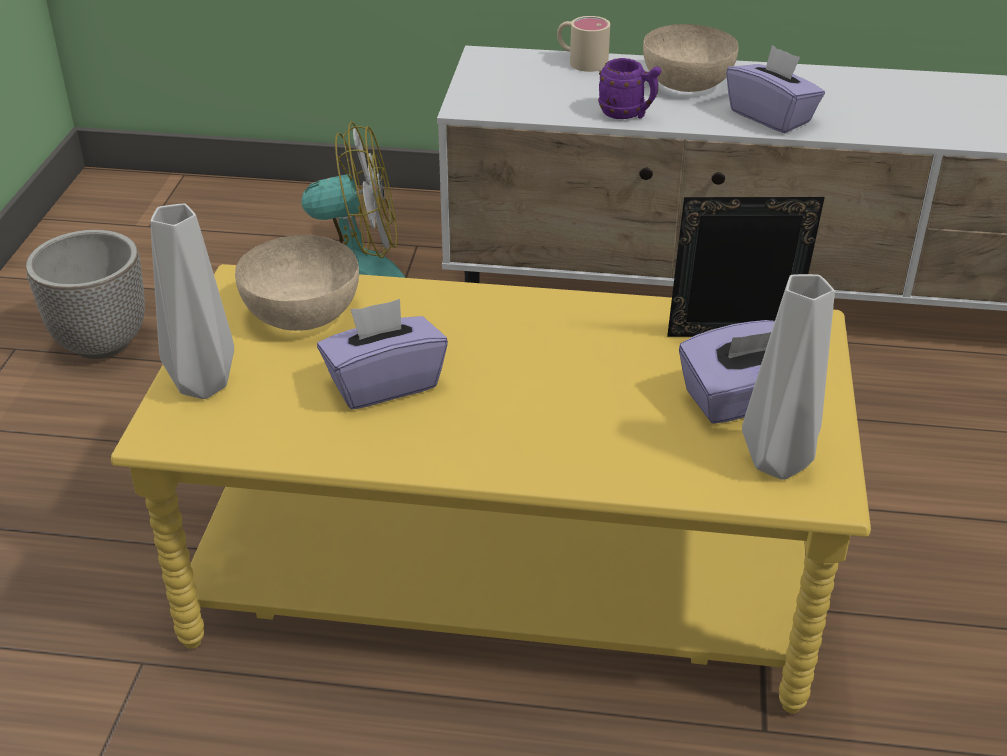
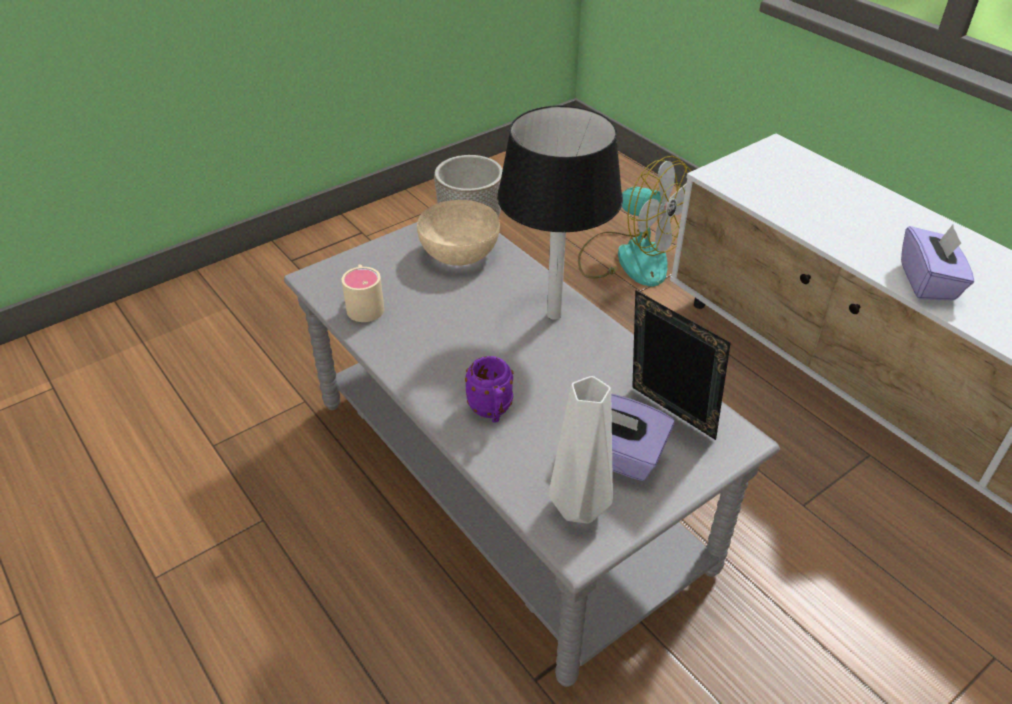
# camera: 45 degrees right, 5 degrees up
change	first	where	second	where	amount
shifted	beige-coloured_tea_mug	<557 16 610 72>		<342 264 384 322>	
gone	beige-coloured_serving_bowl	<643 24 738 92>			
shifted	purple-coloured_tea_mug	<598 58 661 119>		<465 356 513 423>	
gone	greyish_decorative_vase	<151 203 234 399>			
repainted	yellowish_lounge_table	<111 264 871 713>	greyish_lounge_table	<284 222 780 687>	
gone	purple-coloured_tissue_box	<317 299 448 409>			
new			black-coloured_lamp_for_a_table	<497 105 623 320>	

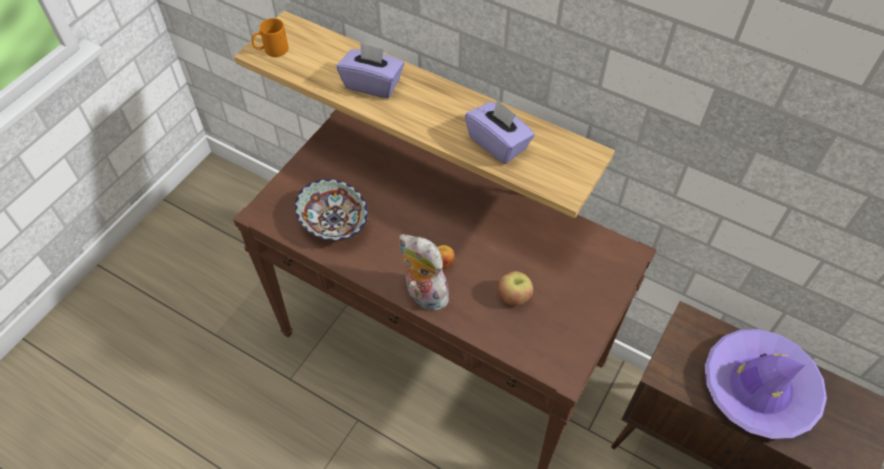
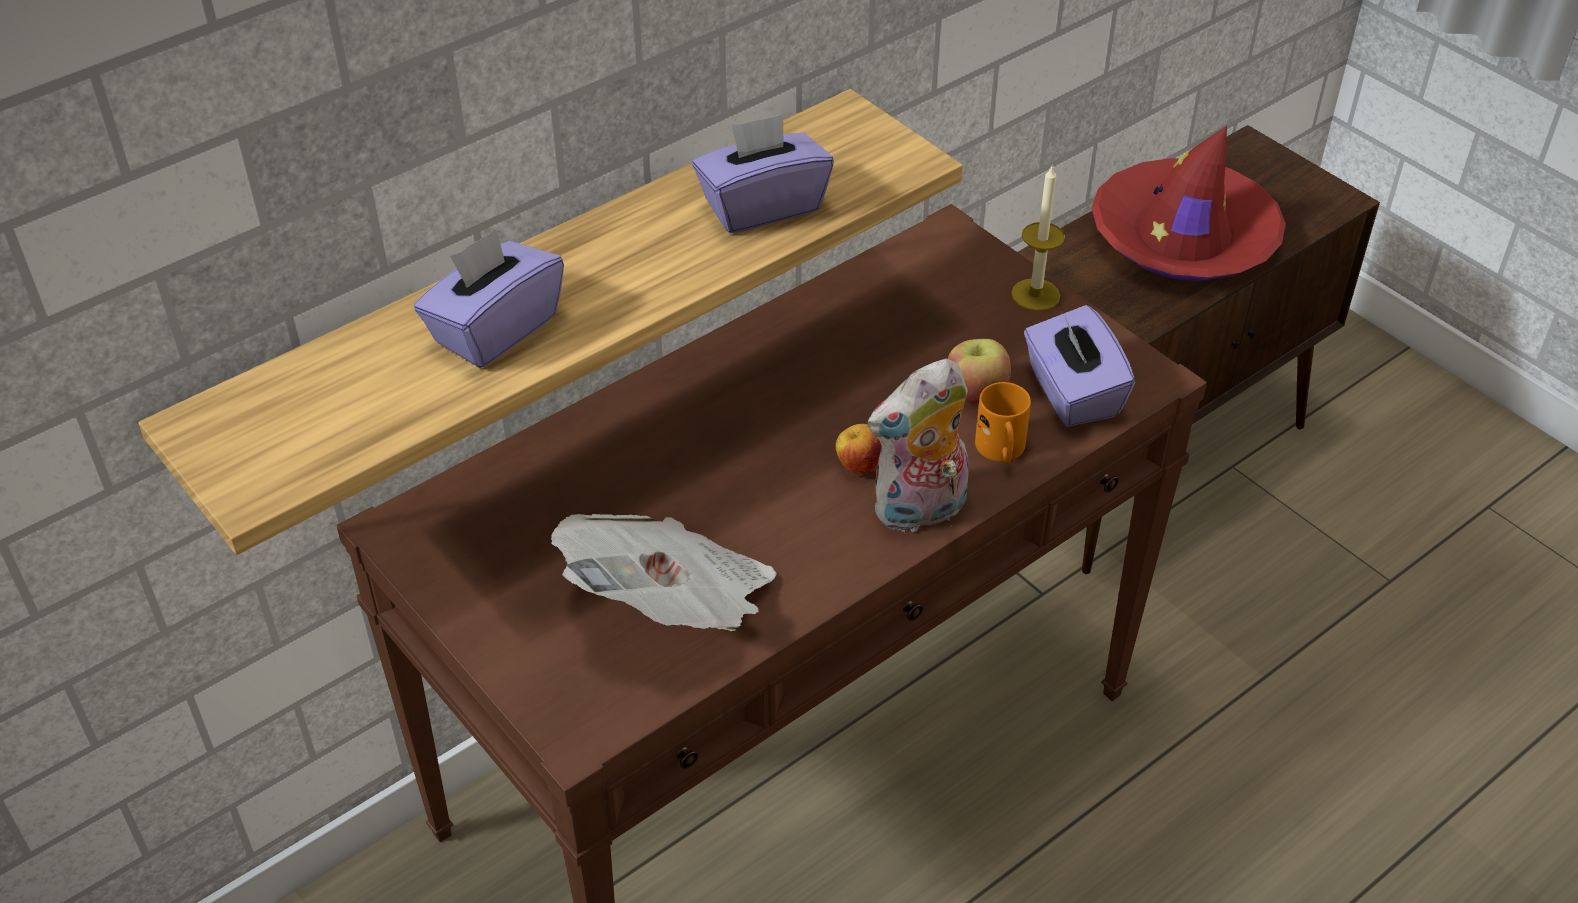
# camera: 70 degrees left, 10 degrees down
change	first	where	second	where	amount
shifted	orange-coloured_tea_mug	<251 18 289 57>		<975 382 1031 463>	
swapped	serving_bowl	<295 179 368 241>	printed_paper	<551 514 777 631>	
repainted	purple-coloured_wearable_hat	<705 329 827 439>	reddish_wearable_hat	<1092 126 1286 281>	
new			wax_candle	<1011 164 1065 311>	
new			purple-coloured_tissue_box	<1024 305 1135 427>	

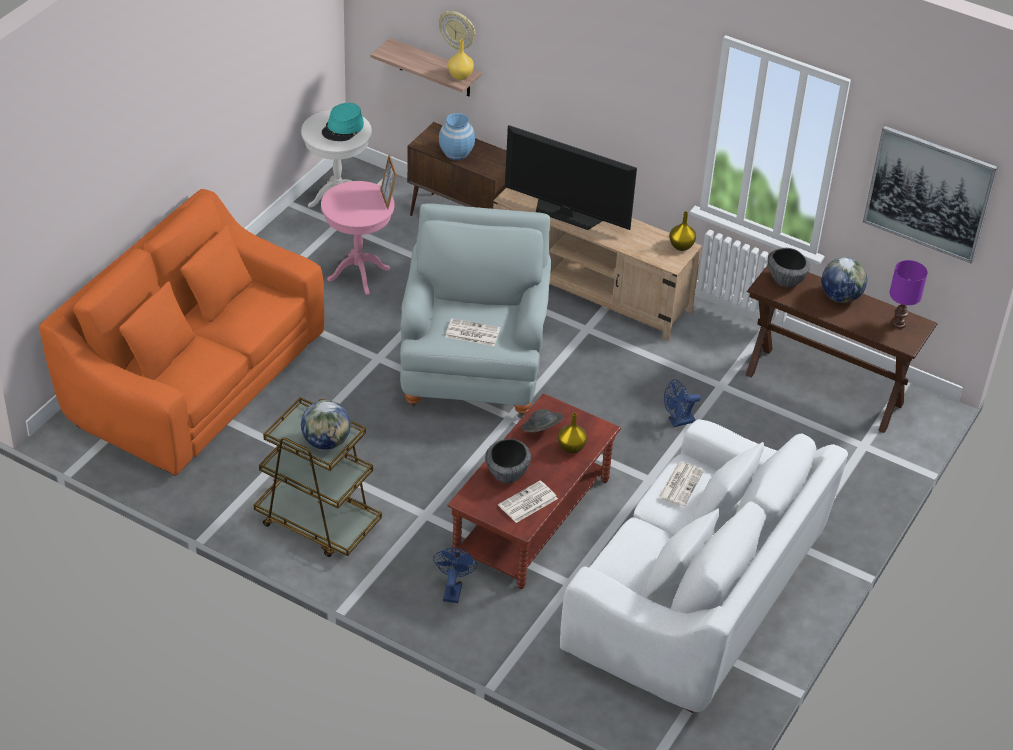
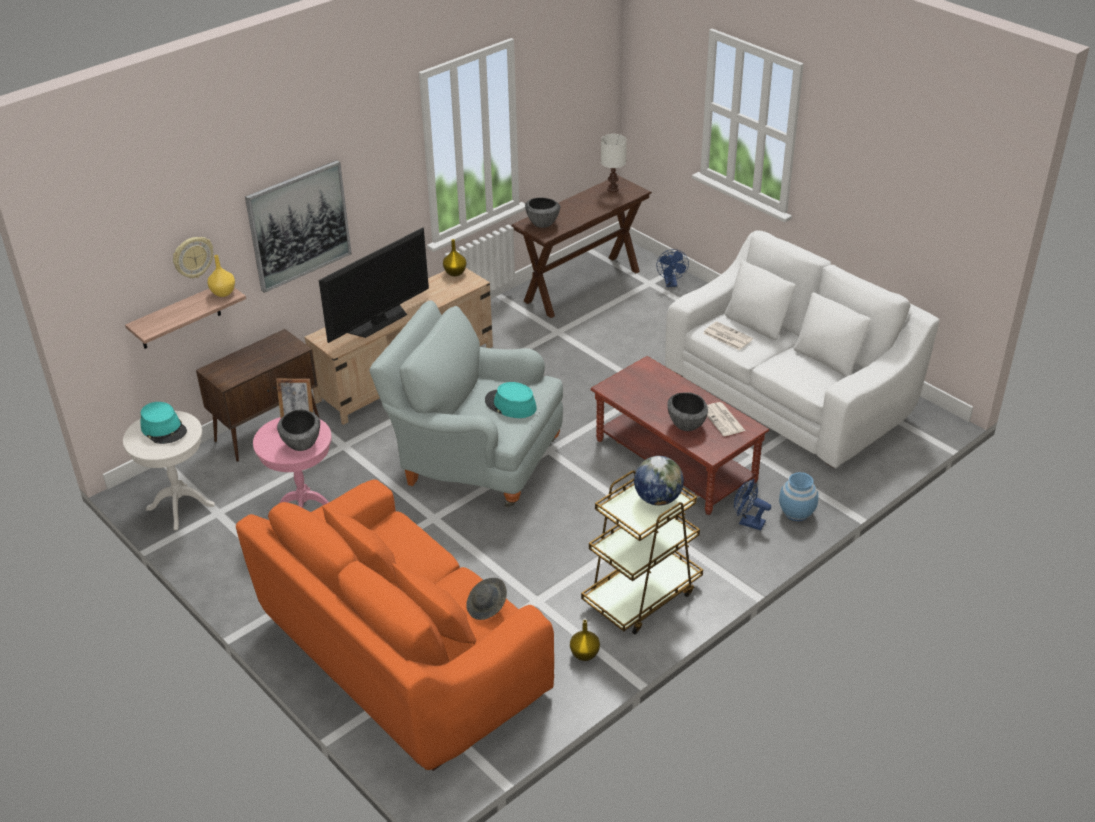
# camera: 70 degrees left, 5 degrees down
change	first	where	second	where	amount
shifted	blue-coloured_decorative_vase	<439 113 475 160>		<779 472 819 521>	
shifted	wall_art	<863 126 998 263>		<245 160 352 293>	
gone	desk_globe	<822 257 867 303>			
repainted	purple-coloured_lamp_for_a_table	<889 260 928 329>	white_lamp_for_a_table	<601 134 627 192>	
swapped	printed_paper	<446 318 500 346>	blue-green_wearable_hat	<485 382 537 418>	
shifted	blue-coloured_cooling_fan	<664 379 701 427>		<656 249 689 287>	
shifted	greyish_wearable_hat	<522 409 563 432>		<466 578 507 620>	
shifted	yellowish_decorative_vase	<558 413 587 454>		<570 620 600 661>	
new			serving_bowl	<277 410 320 451>	

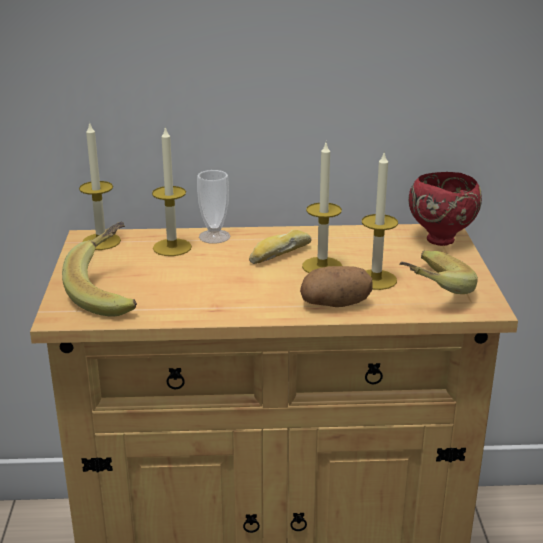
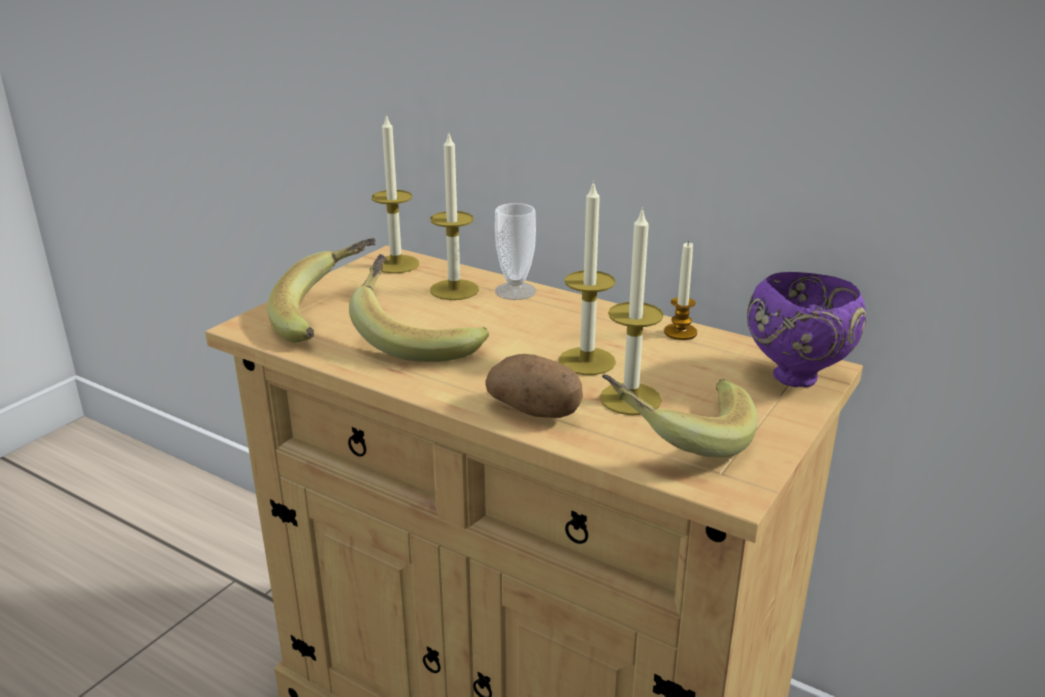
# camera: 35 degrees right, 0 degrees up
change	first	where	second	where	amount
repainted	reddish_serving_bowl	<408 172 482 246>	purple-coloured_serving_bowl	<747 272 866 387>	
gone	bakery_bread	<249 230 311 264>			
new			wax_candle	<664 241 697 340>	
new			banana	<349 254 489 362>	

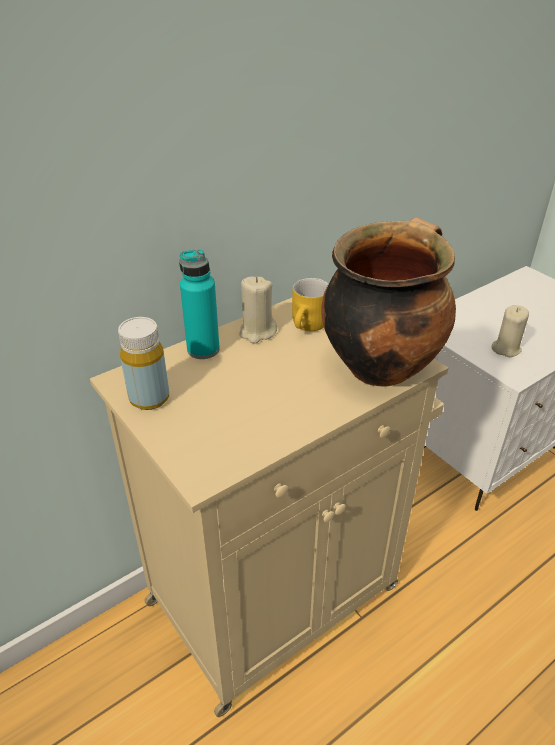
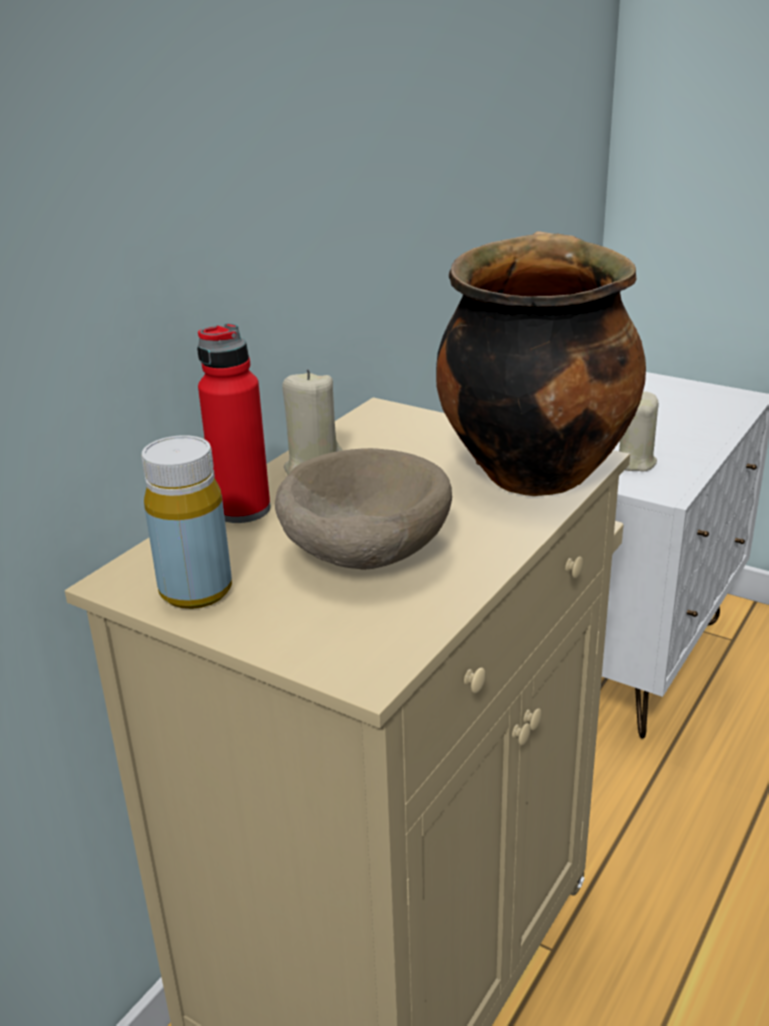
# camera: 20 degrees left, 10 degrees down
change	first	where	second	where	amount
repainted	blue-green_beverage_bottle	<179 249 220 359>	reddish_beverage_bottle	<197 323 271 523>	
gone	yellowish_tea_mug	<292 278 329 331>			
new			beige-coloured_serving_bowl	<275 448 452 570>	

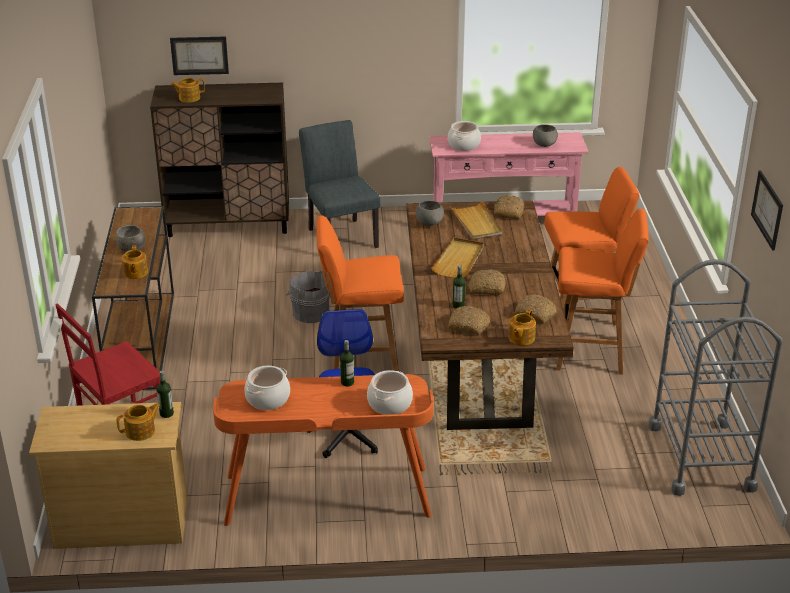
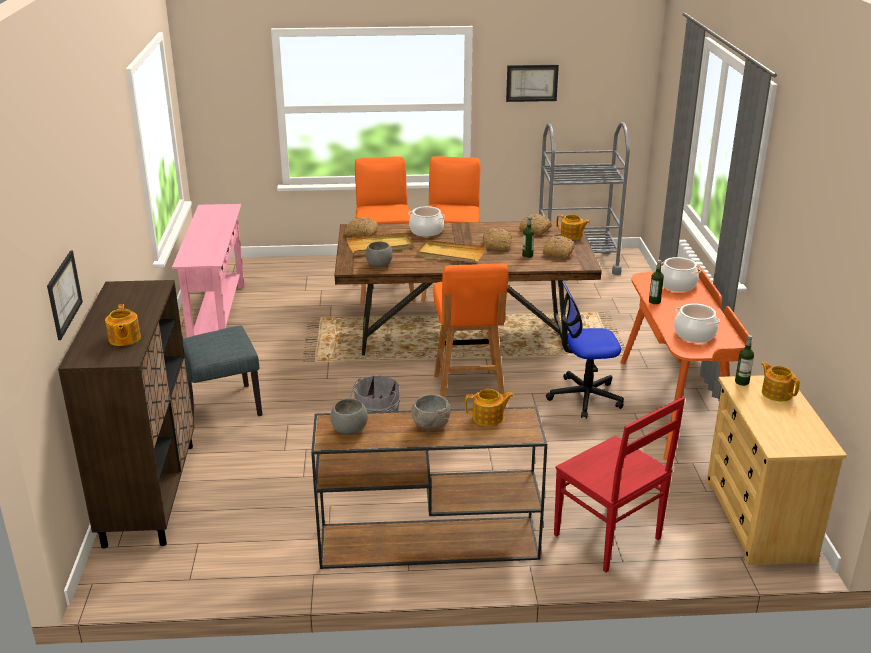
# camera: 90 degrees left, 5 degrees down
change	first	where	second	where	amount
shifted	saucepot	<448 121 481 151>		<408 206 445 237>	
shifted	greyish_serving_bowl	<533 124 558 147>		<330 398 368 435>	

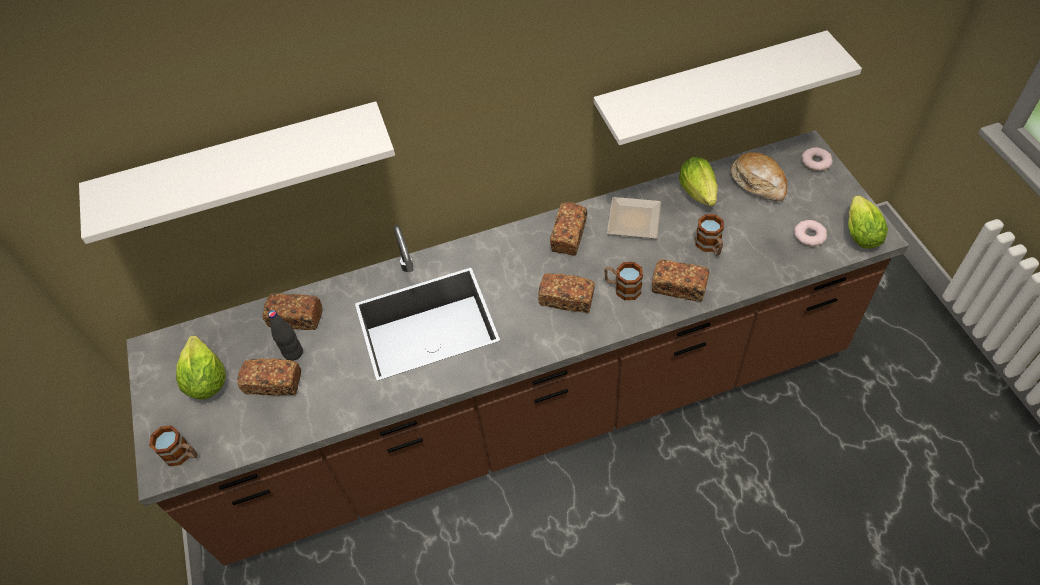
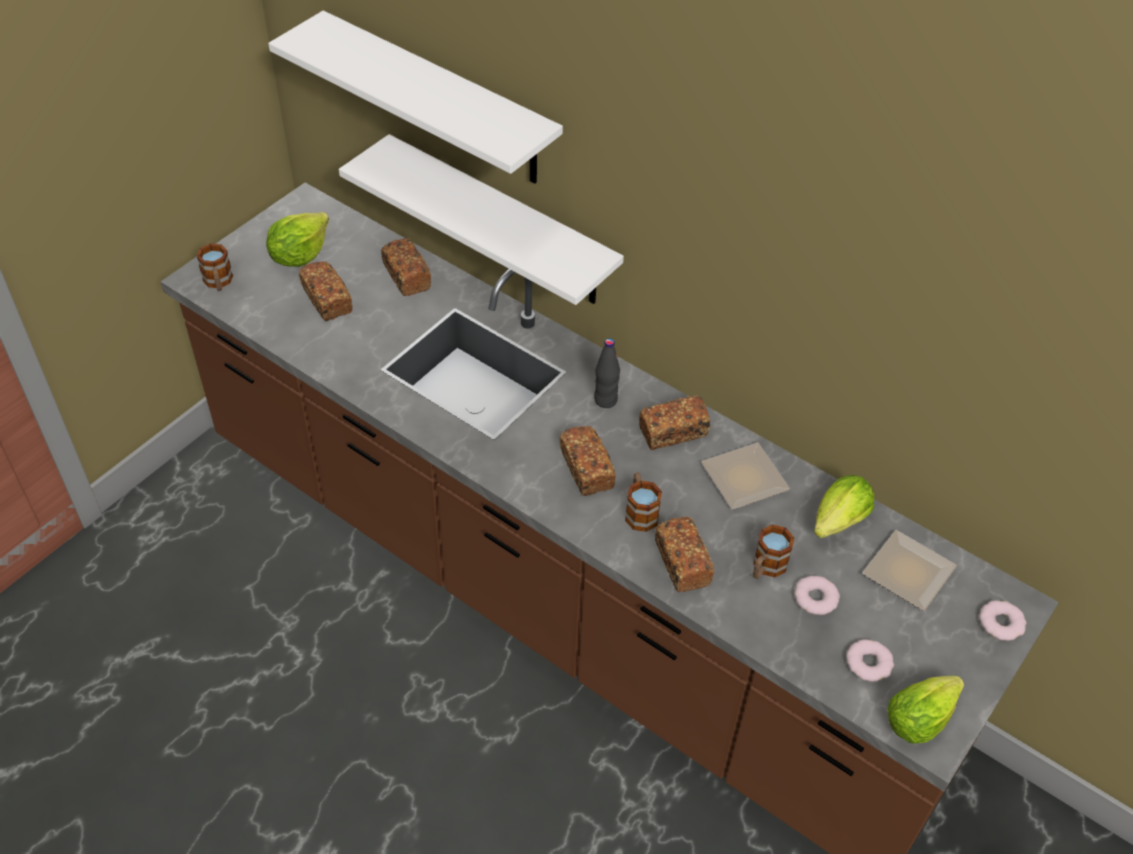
# camera: 50 degrees right, 5 degrees down
change	first	where	second	where	amount
shifted	white_shelf	<594 31 862 145>		<339 134 624 305>	
swapped	bakery_bread	<731 152 787 201>	plate	<862 530 957 611>	
shifted	black-coloured_beverage_bottle	<268 310 303 361>		<594 338 620 408>	
new			doughnut	<794 576 840 615>	

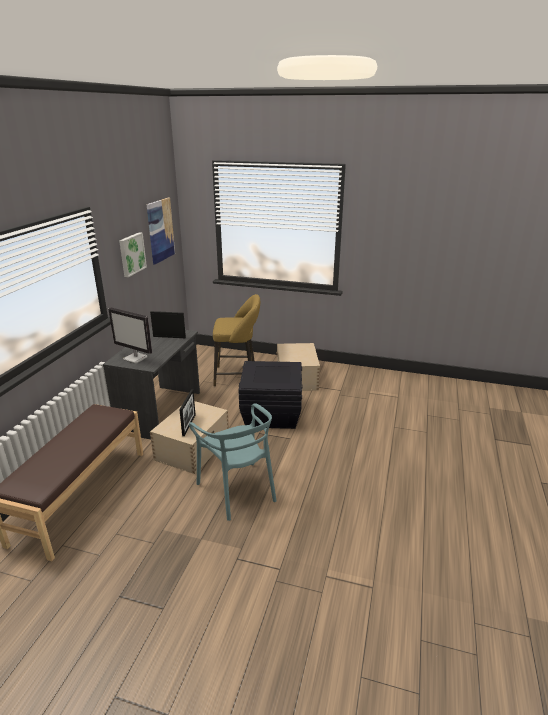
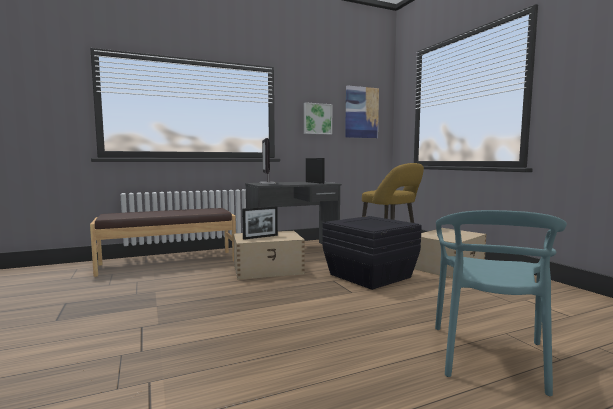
# camera: 50 degrees right, 20 degrees down
change	first	where	second	where	amount
shifted	blue-green_chair	<189 403 277 521>		<435 210 567 396>	

